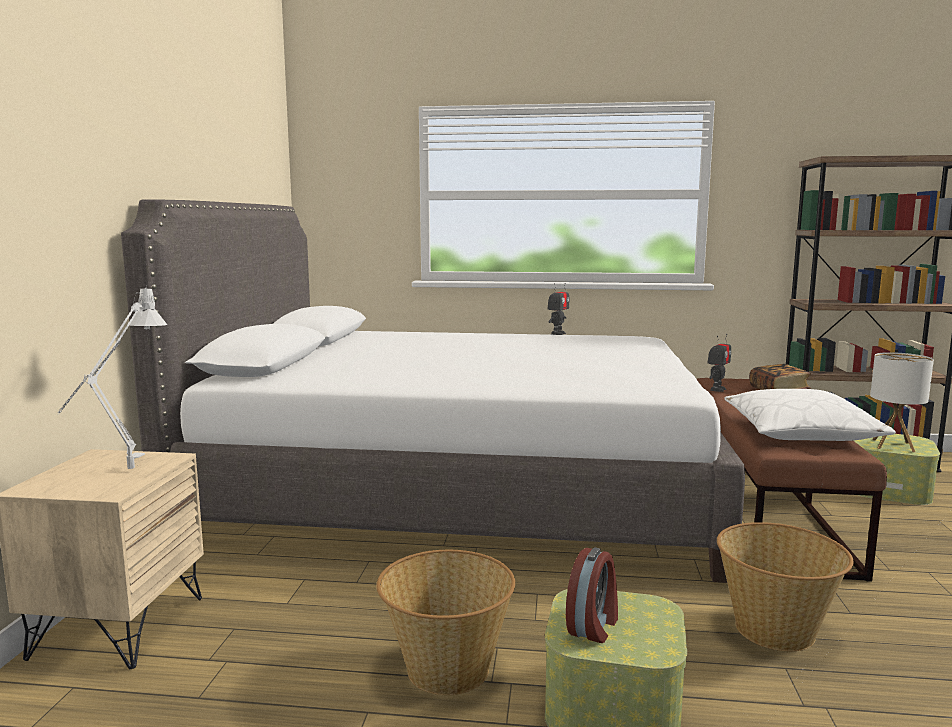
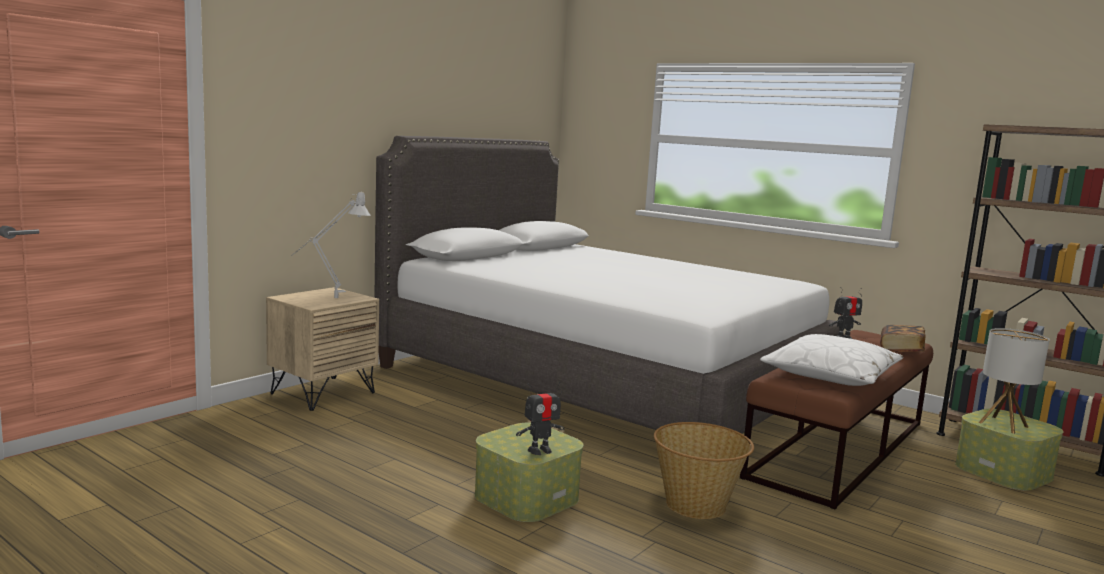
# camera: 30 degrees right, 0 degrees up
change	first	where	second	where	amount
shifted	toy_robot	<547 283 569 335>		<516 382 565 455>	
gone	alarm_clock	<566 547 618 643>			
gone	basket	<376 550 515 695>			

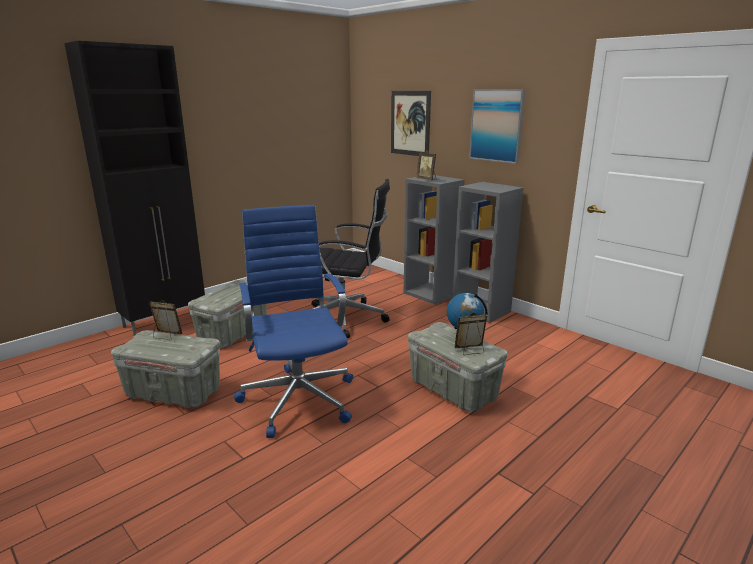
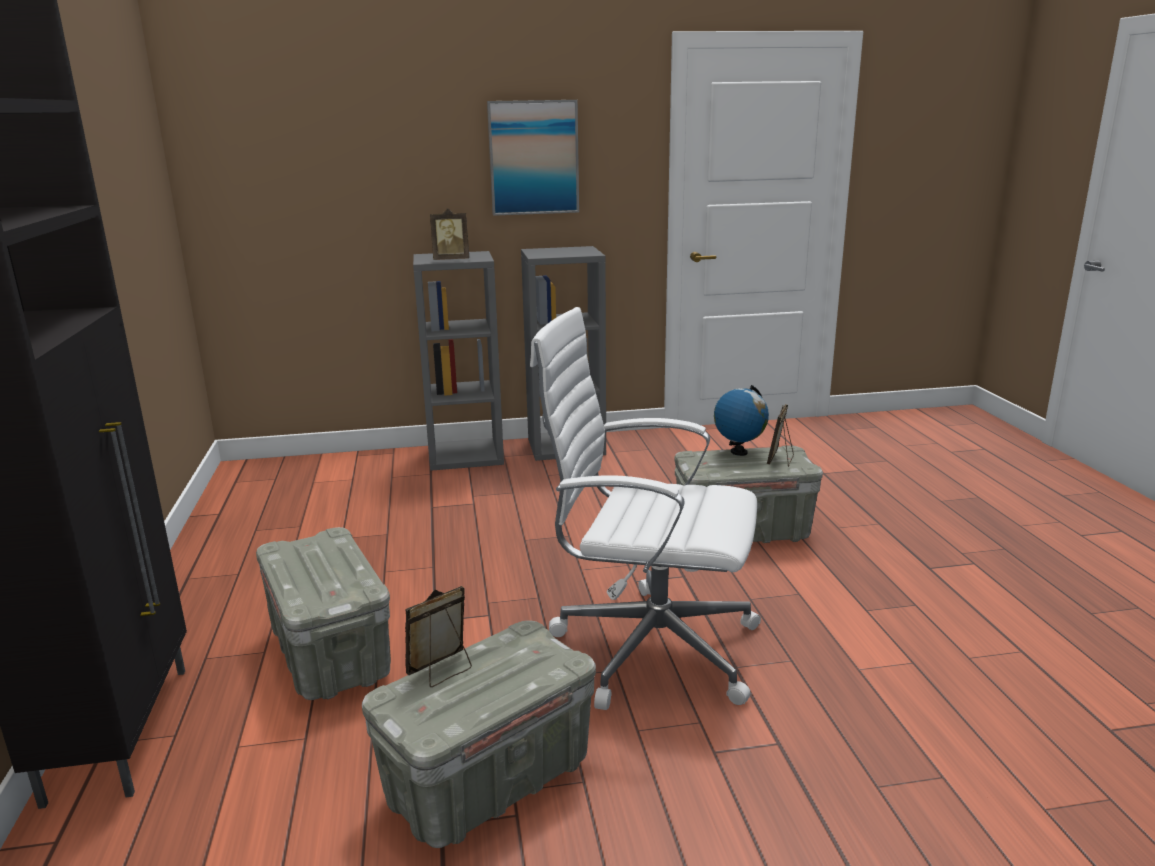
# camera: 55 degrees left, 0 degrees up
change	first	where	second	where	amount
gone	wall_art	<391 91 431 156>			
gone	black-coloured_desk_chair	<311 179 390 338>			
repainted	blue-coloured_desk_chair	<234 205 353 438>	white_desk_chair	<530 307 761 710>	

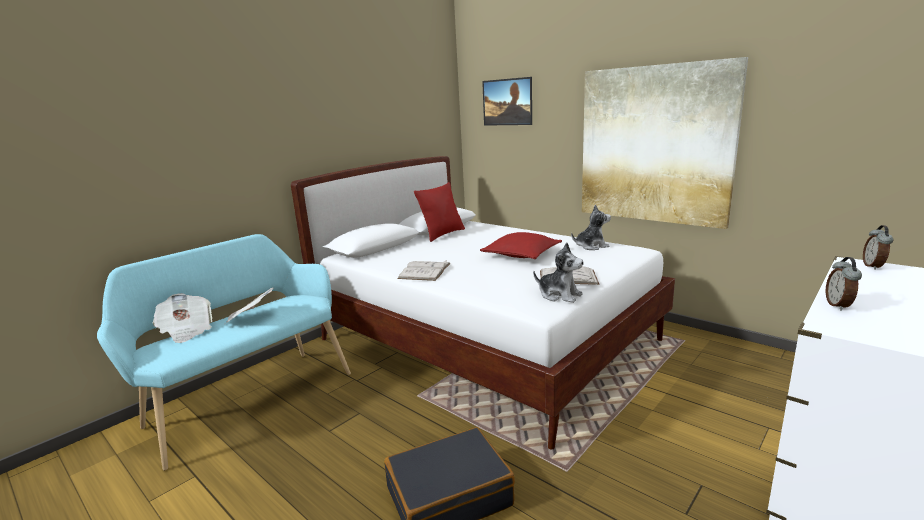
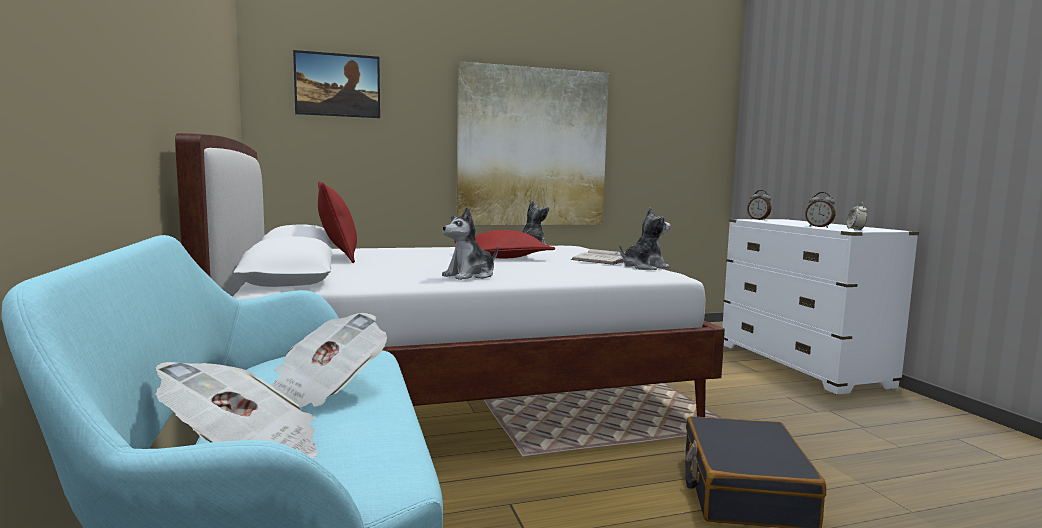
# camera: 60 degrees left, 10 degrees down
change	first	where	second	where	amount
swapped	white_volume	<397 260 451 281>	cuddly_toy	<442 207 498 280>	
new			alarm_clock	<847 202 867 230>	

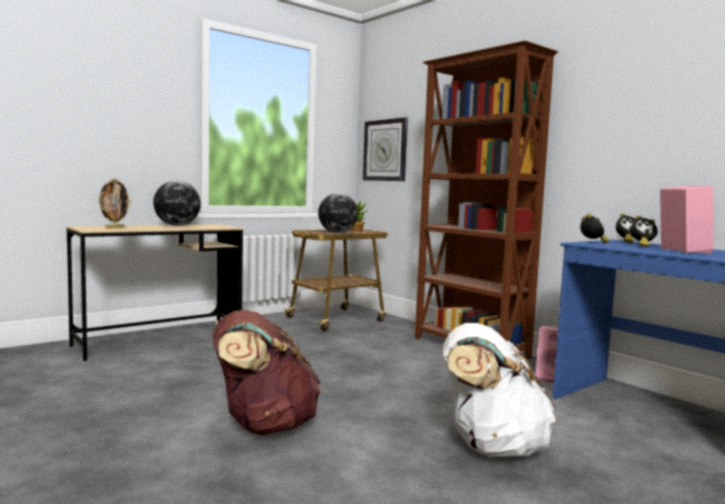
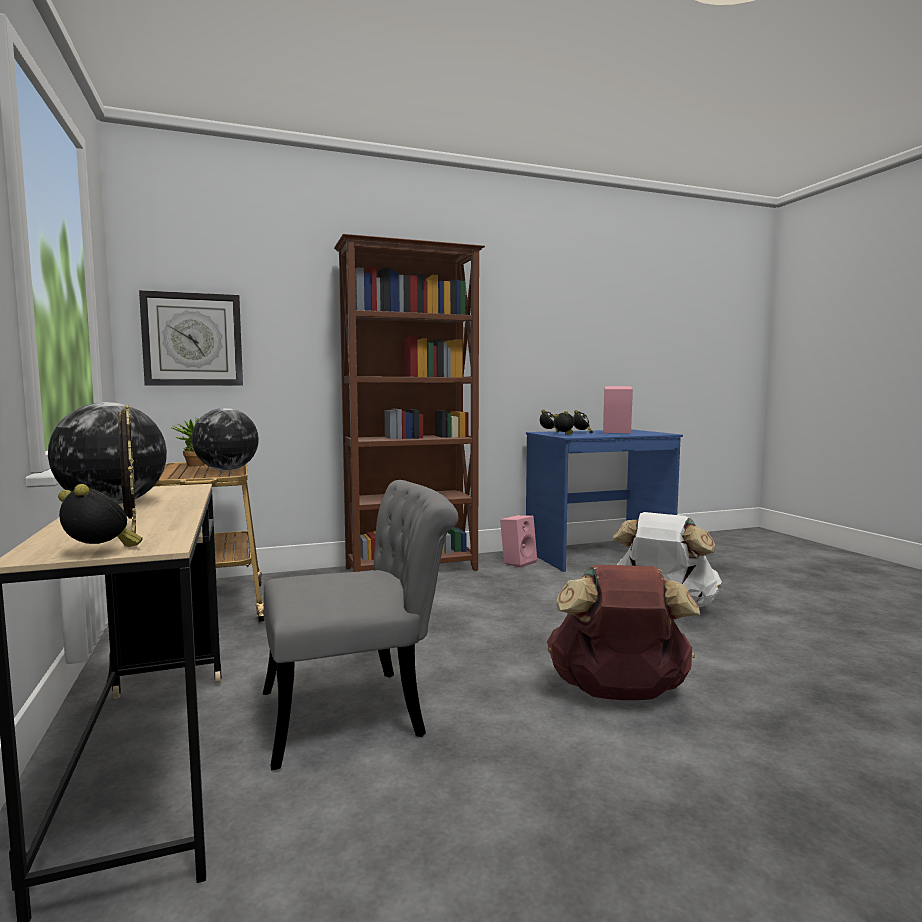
# camera: 70 degrees left, 0 degrees up
change	first	where	second	where	amount
new			greyish_chair	<263 480 459 771>	
new			alarm_clock	<58 484 143 547>	

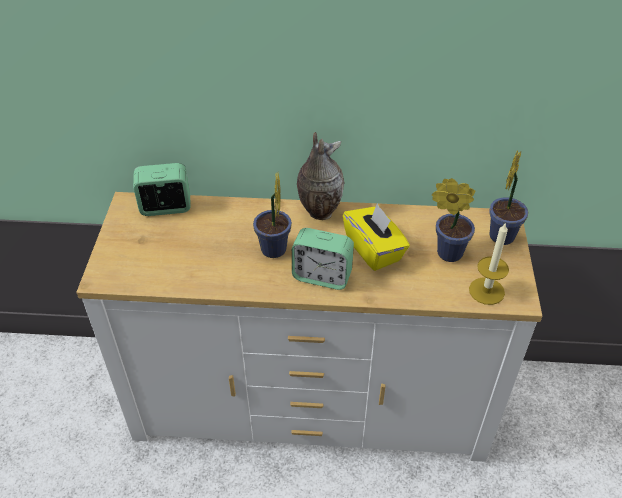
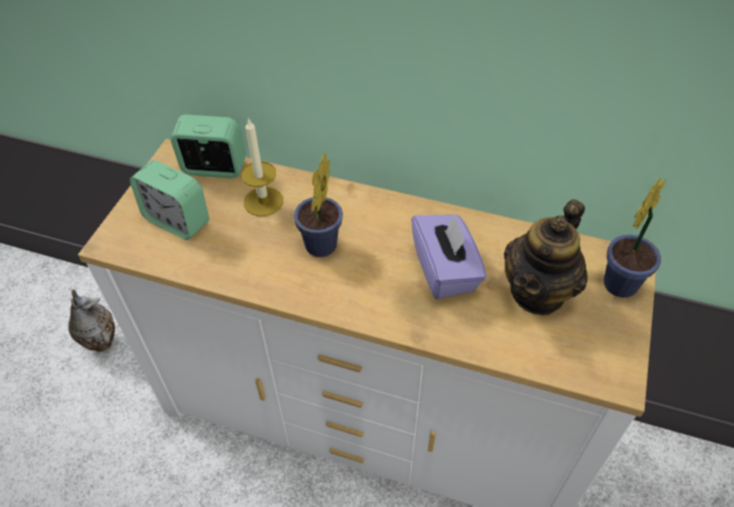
# camera: 15 degrees right, 5 degrees up
change	first	where	second	where	amount
shifted	decorative_vase	<297 132 345 220>		<68 289 115 352>	
swapped	houseplant	<432 178 475 262>	pot_for_tea	<504 199 588 316>	
repainted	yellowish_tissue_box	<343 203 410 271>	purple-coloured_tissue_box	<411 213 486 299>	
shifted	wax_candle	<469 222 509 305>		<241 118 283 216>	
shifted	alarm_clock	<292 228 354 290>		<130 160 209 240>	

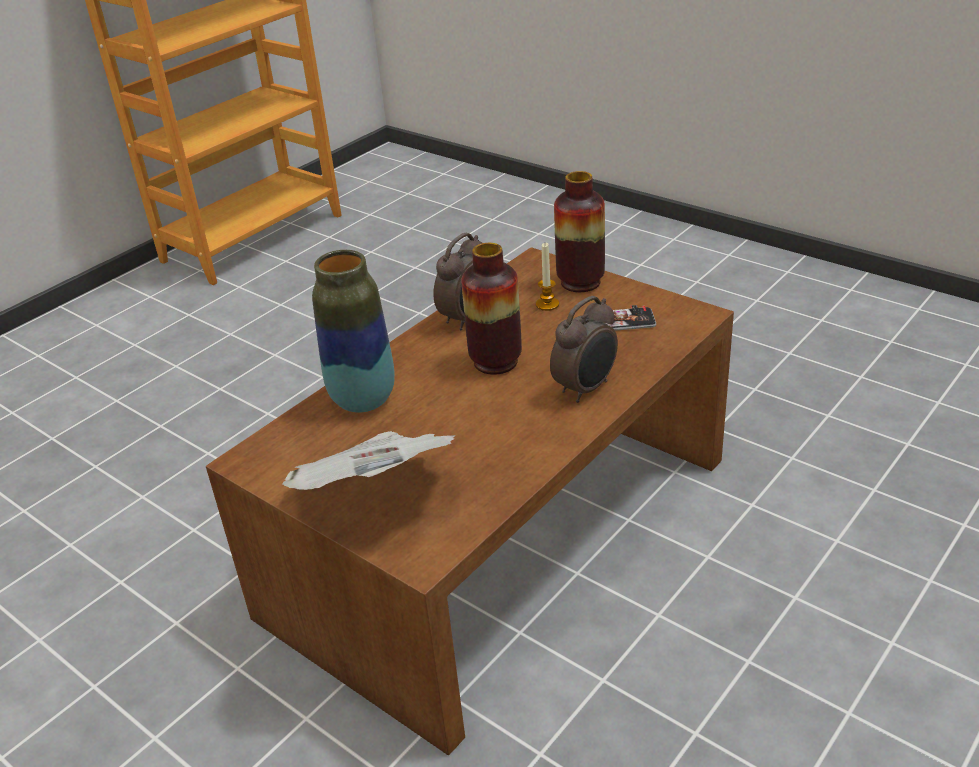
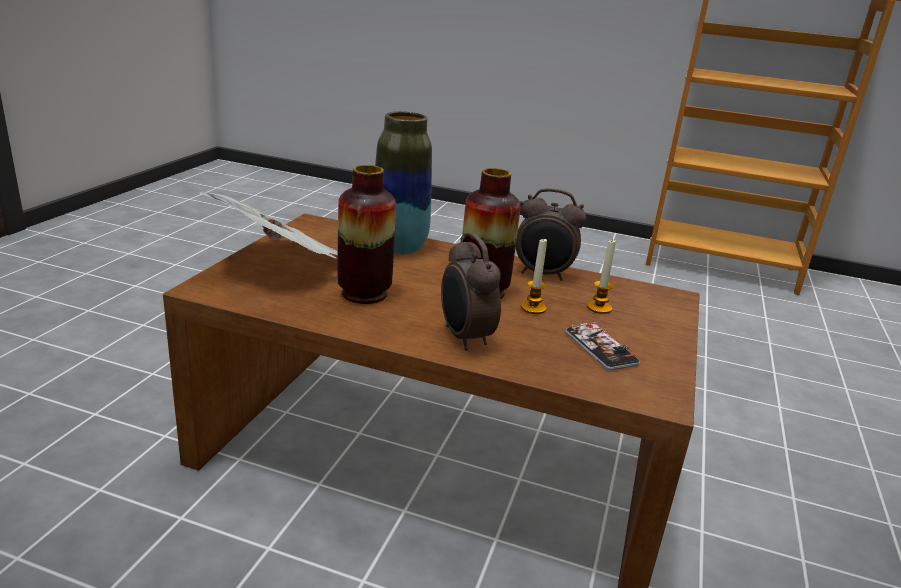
# camera: 65 degrees right, 10 degrees down
change	first	where	second	where	amount
shifted	decorative_vase	<554 171 605 292>		<337 165 396 304>	
rotated	alarm_clock	<550 296 618 403>		<441 233 501 351>	45 degrees clockwise
new			wax_candle	<521 237 547 314>	

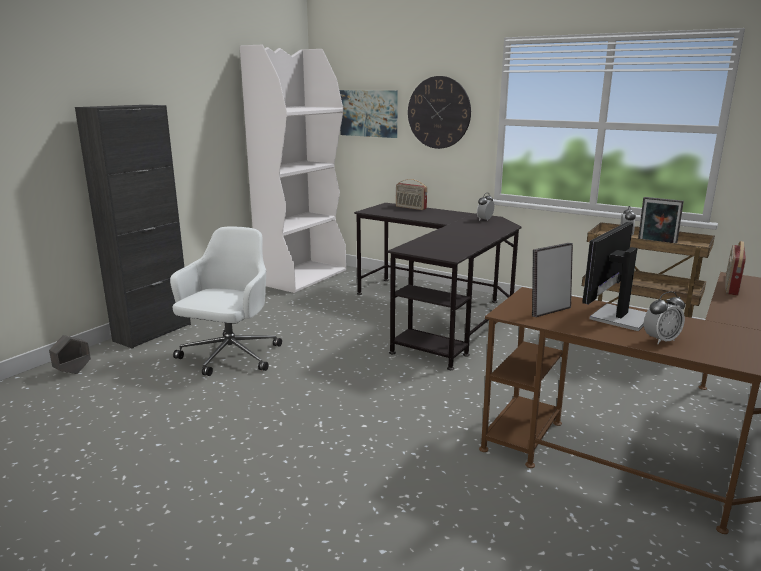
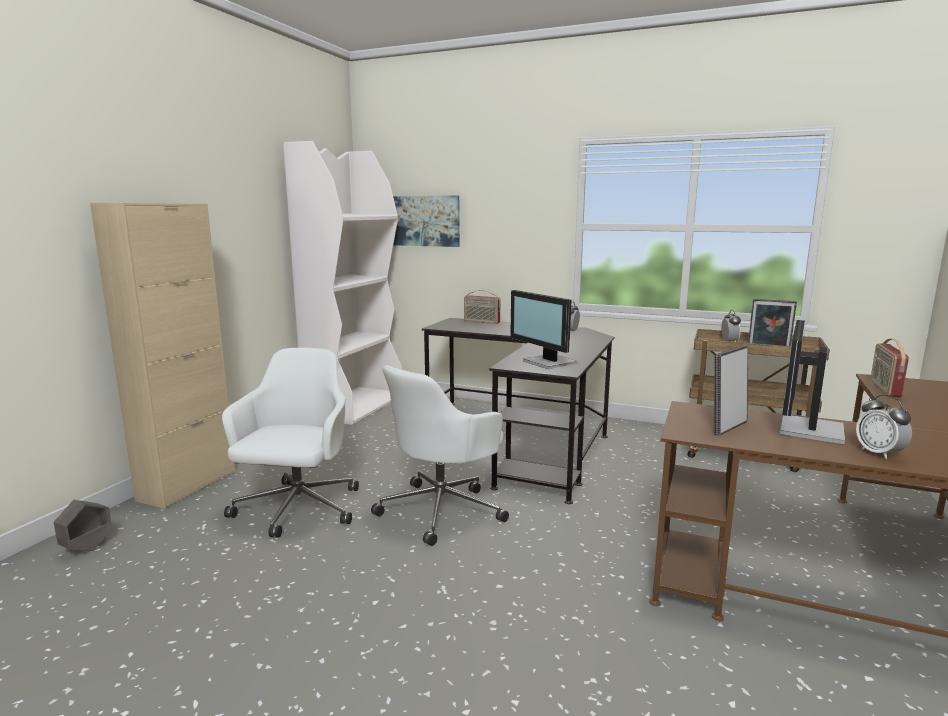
# camera: 10 degrees left, 5 degrees down
change	first	where	second	where	amount
gone	wall_clock	<408 76 471 149>			
repainted	black-coloured_storage_cabinet	<75 105 191 349>	beige-coloured_storage_cabinet	<90 203 235 509>	
rotated	alarm_clock	<644 292 685 344>		<856 394 912 459>	105 degrees clockwise
new			monitor	<510 290 577 369>	
new			white_desk_chair	<371 365 509 546>	

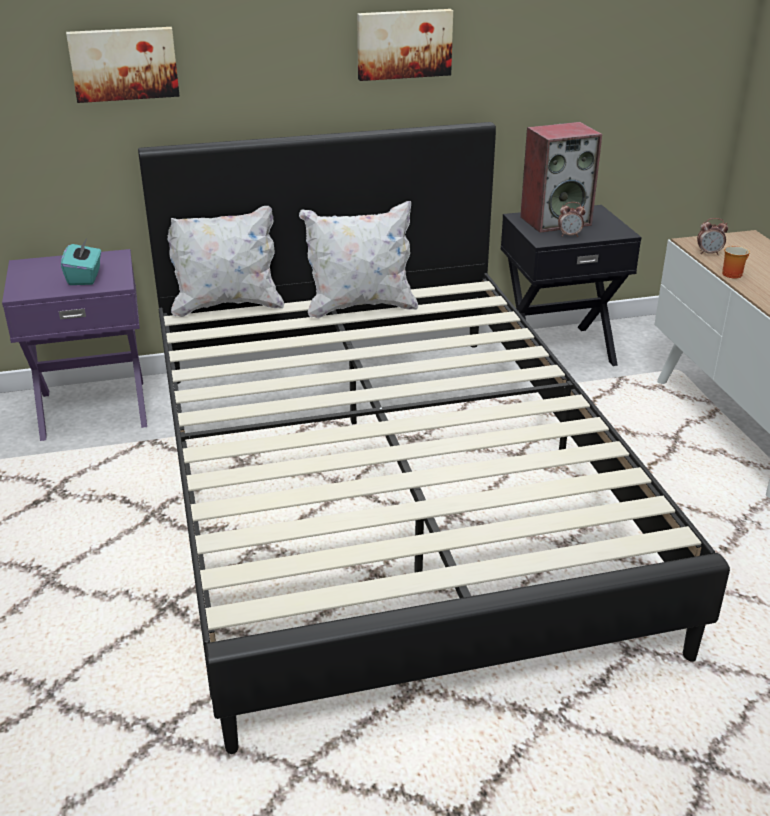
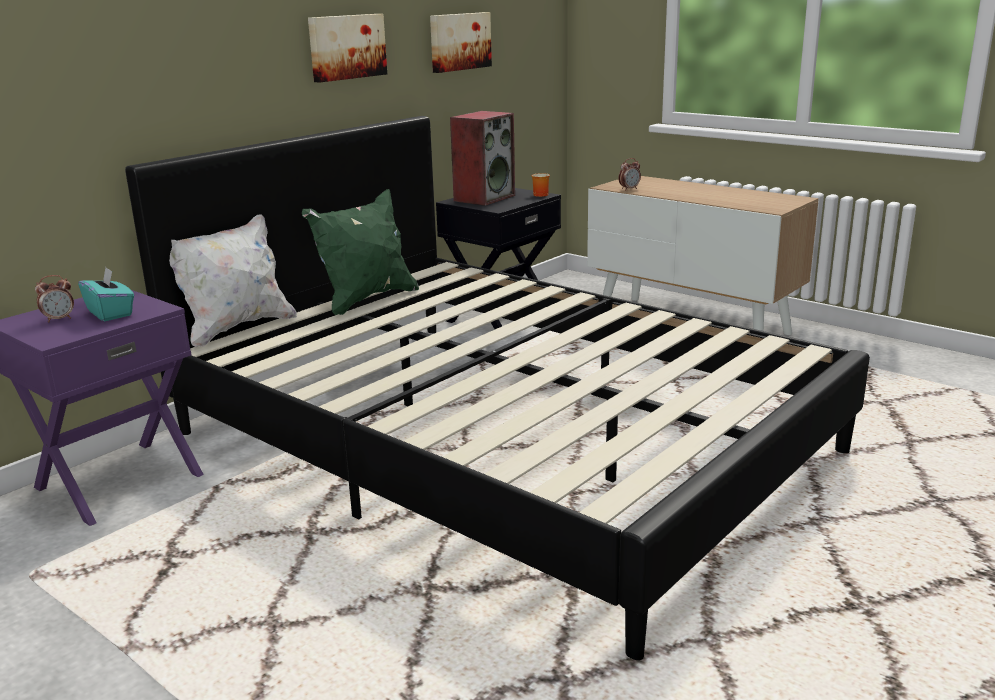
# camera: 35 degrees left, 10 degrees down
change	first	where	second	where	amount
shifted	wall_art	<66 27 179 103>		<430 12 492 73>	
repainted	white_cushion	<299 201 418 318>	green_cushion	<302 189 419 315>	
shifted	alarm_clock	<558 202 585 237>		<35 275 74 323>	
shifted	tea_mug	<722 246 750 279>		<531 173 550 197>	

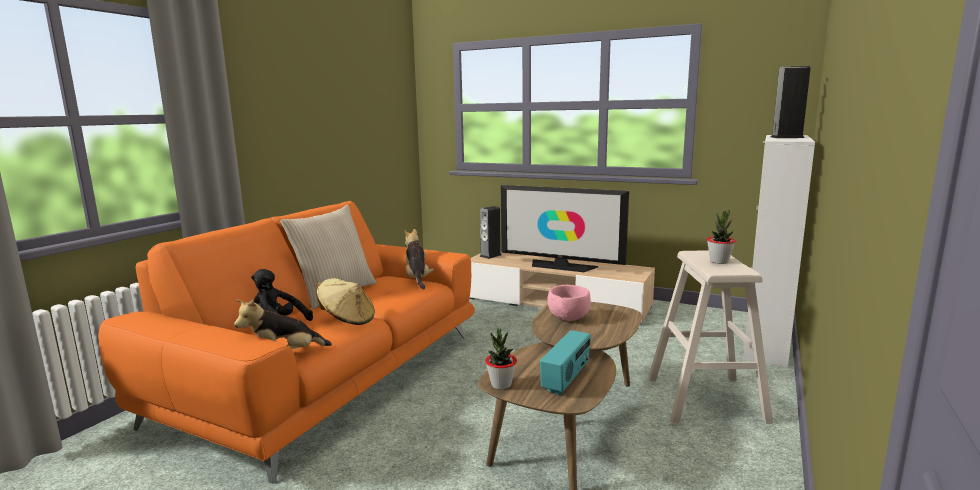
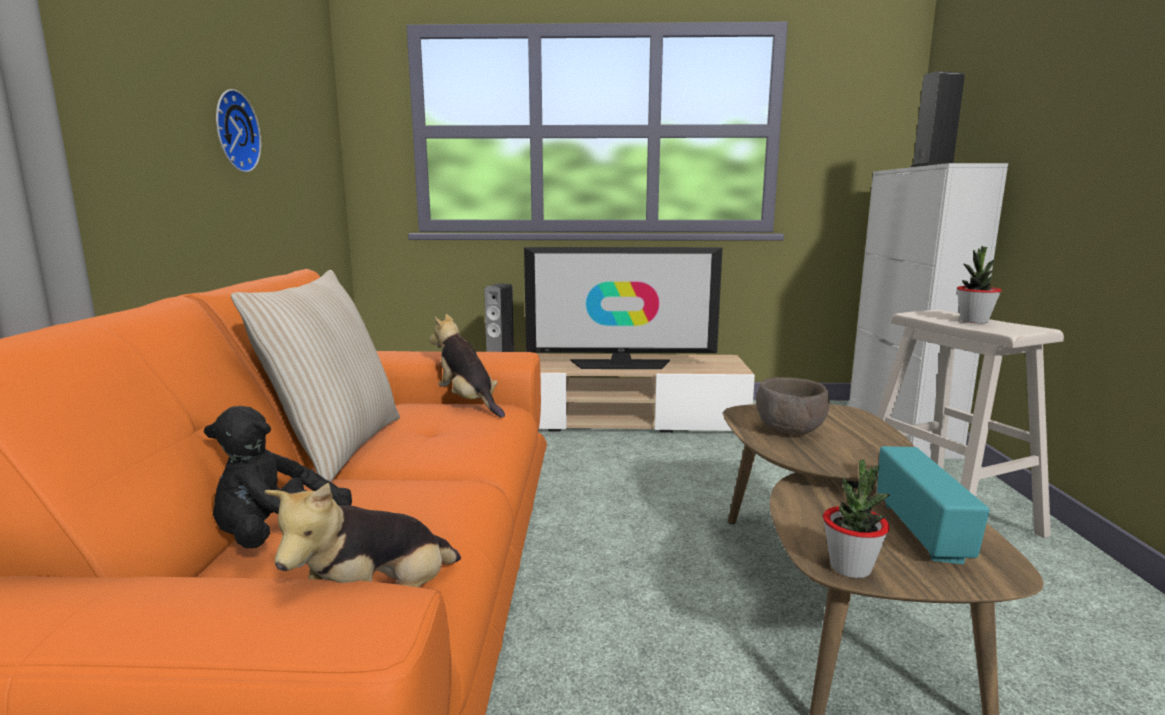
# camera: 25 degrees left, 0 degrees up
change	first	where	second	where	amount
gone	beige-coloured_wearable_hat	<316 278 375 325>			
repainted	pink-coloured_serving_bowl	<548 285 591 321>	brown-coloured_serving_bowl	<756 377 830 435>	
new			wall_clock	<216 89 261 173>	

